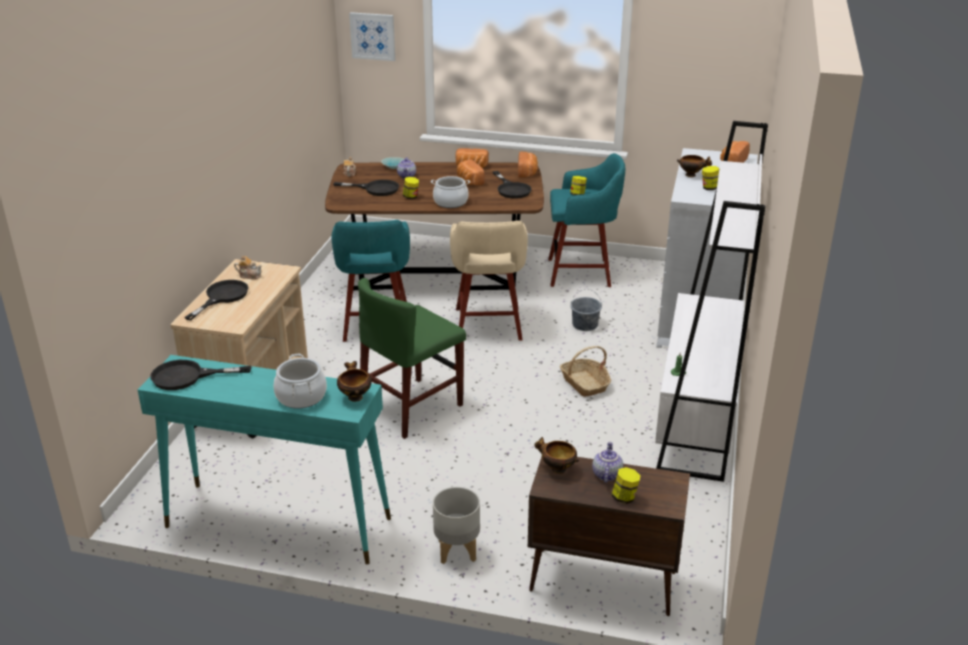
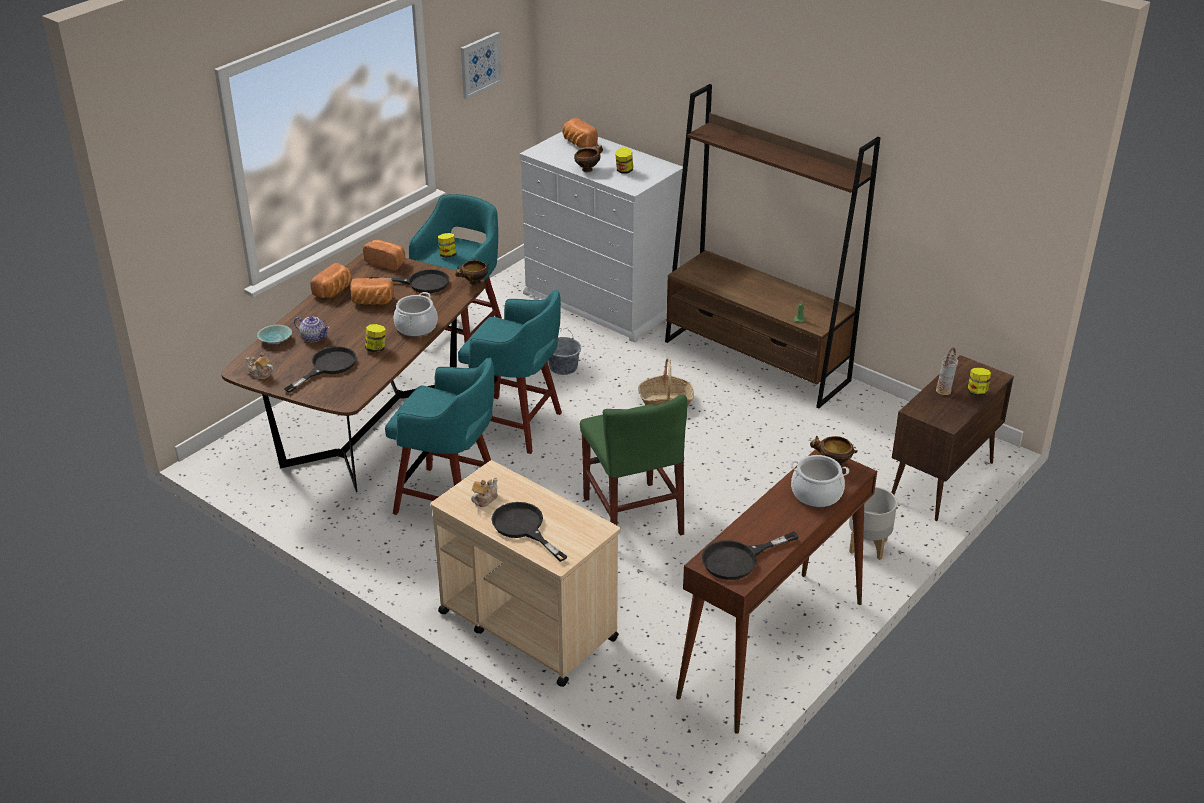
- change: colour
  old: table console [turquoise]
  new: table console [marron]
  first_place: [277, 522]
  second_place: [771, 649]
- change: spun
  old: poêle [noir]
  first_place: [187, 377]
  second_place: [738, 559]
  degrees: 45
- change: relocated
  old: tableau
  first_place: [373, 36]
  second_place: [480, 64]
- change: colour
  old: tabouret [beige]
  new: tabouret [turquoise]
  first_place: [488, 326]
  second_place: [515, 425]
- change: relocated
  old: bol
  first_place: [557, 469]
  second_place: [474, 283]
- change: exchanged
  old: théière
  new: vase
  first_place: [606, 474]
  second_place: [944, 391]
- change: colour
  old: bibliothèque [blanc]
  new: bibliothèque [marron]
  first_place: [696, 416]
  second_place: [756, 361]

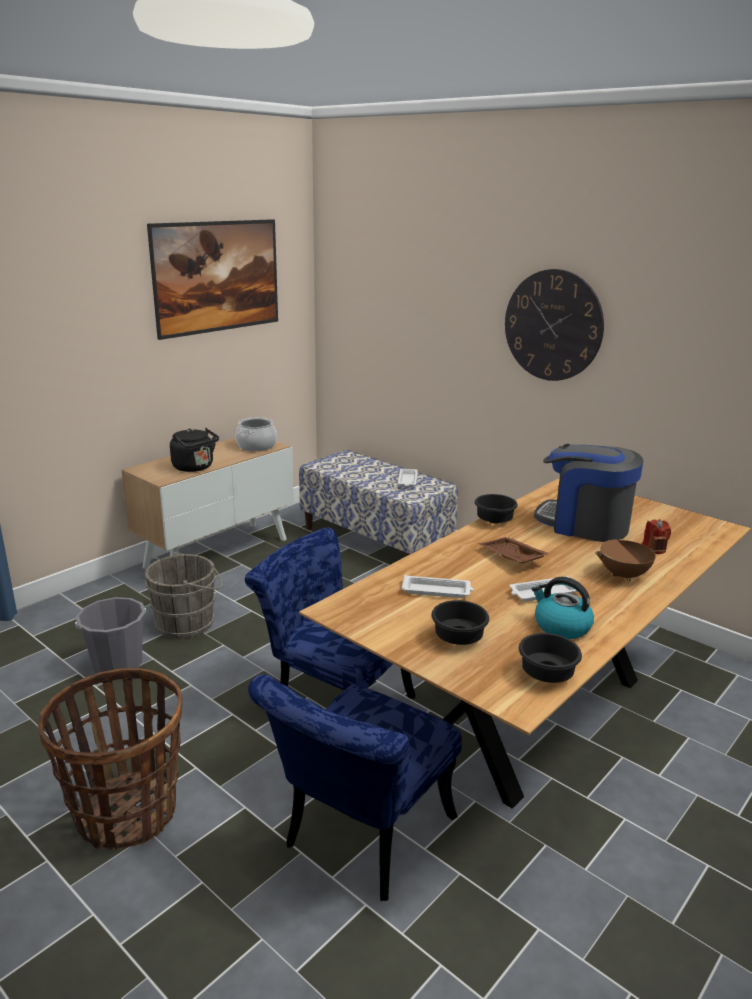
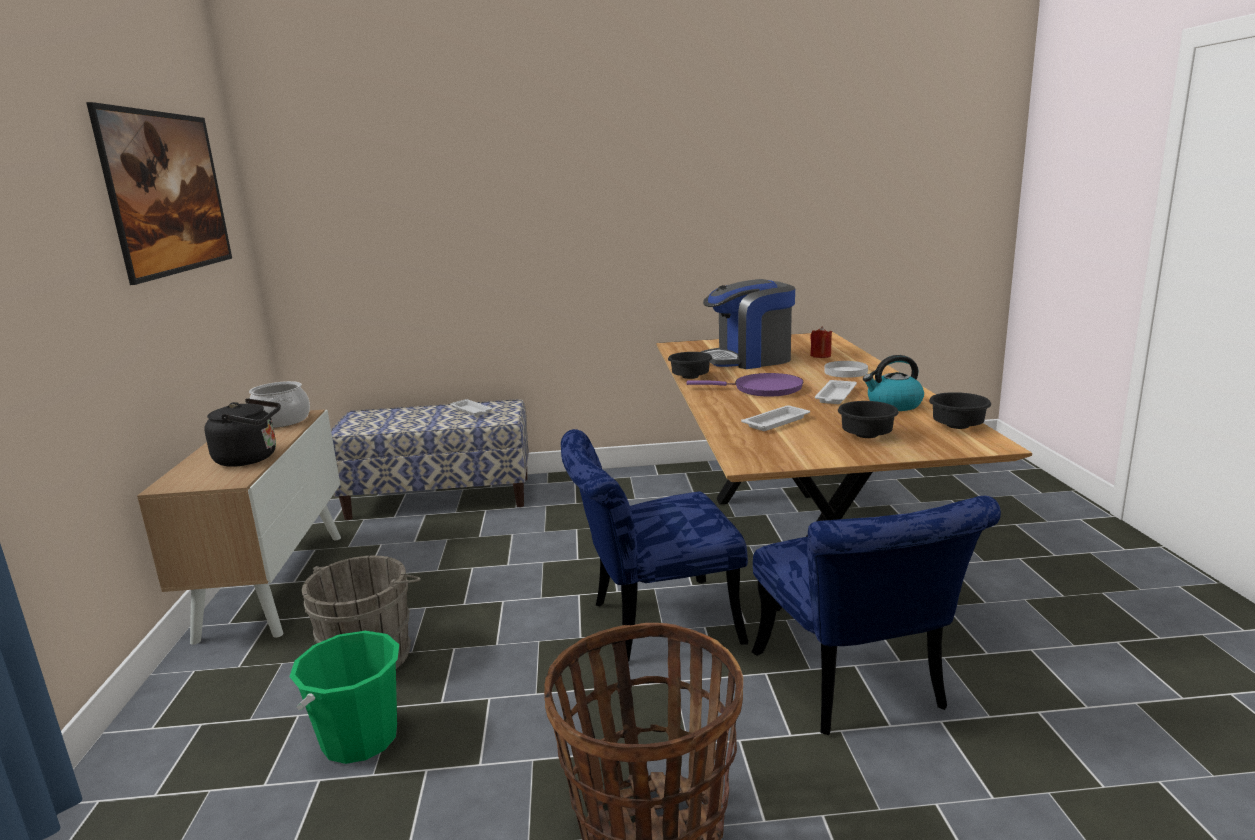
- change: colour
  old: seau [gris]
  new: seau [vert]
  first_place: [117, 665]
  second_place: [360, 739]
- change: exchanged
  old: plateau [marron]
  new: poêle [violet]
  first_place: [511, 558]
  second_place: [763, 389]
- change: missing
  old: horloge murale
  first_place: [553, 325]
- change: exchanged
  old: marmite [marron]
  new: assiette [blanc]
  first_place: [624, 575]
  second_place: [846, 372]

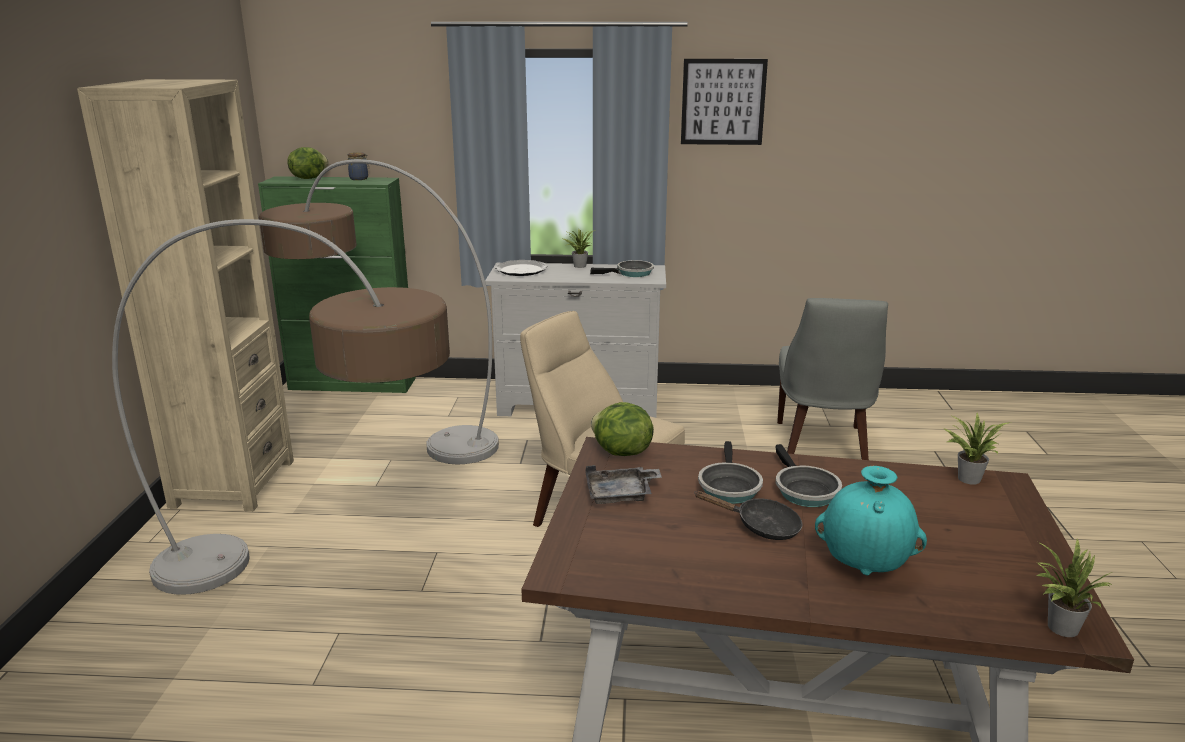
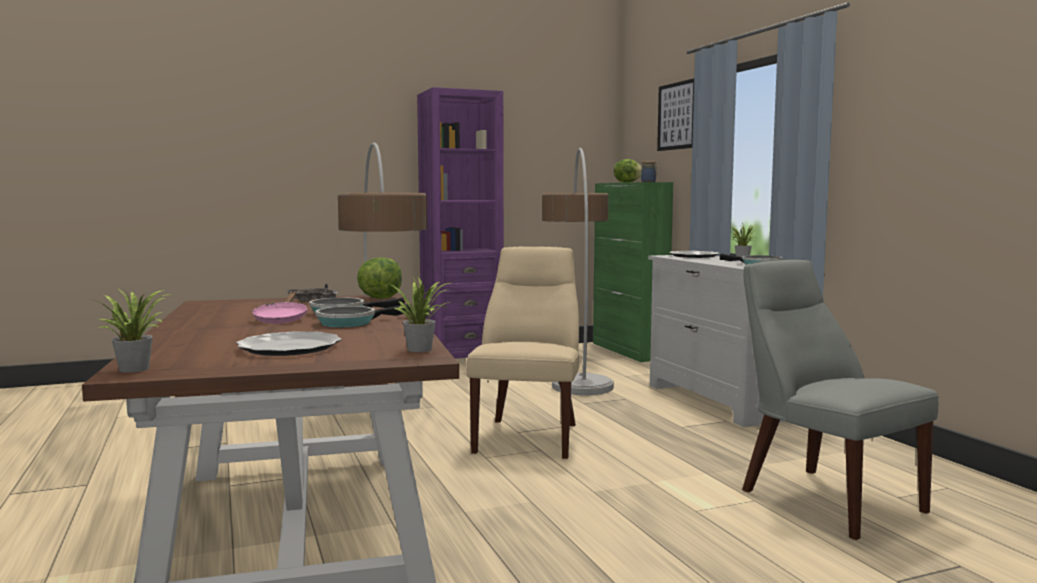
- change: colour
  old: bibliothèque [beige]
  new: bibliothèque [violet]
  first_place: [233, 483]
  second_place: [461, 359]
- change: relocated
  old: tableau
  first_place: [723, 102]
  second_place: [676, 116]
- change: colour
  old: poêle [noir]
  new: poêle [rose]
  first_place: [761, 526]
  second_place: [281, 319]
- change: spun
  old: chaise [gris]
  first_place: [821, 448]
  second_place: [824, 498]
  degrees: 75
- change: missing
  old: vase [turquoise]
  first_place: [865, 568]
- change: appeared
  new: assiette
  second_place: [290, 347]

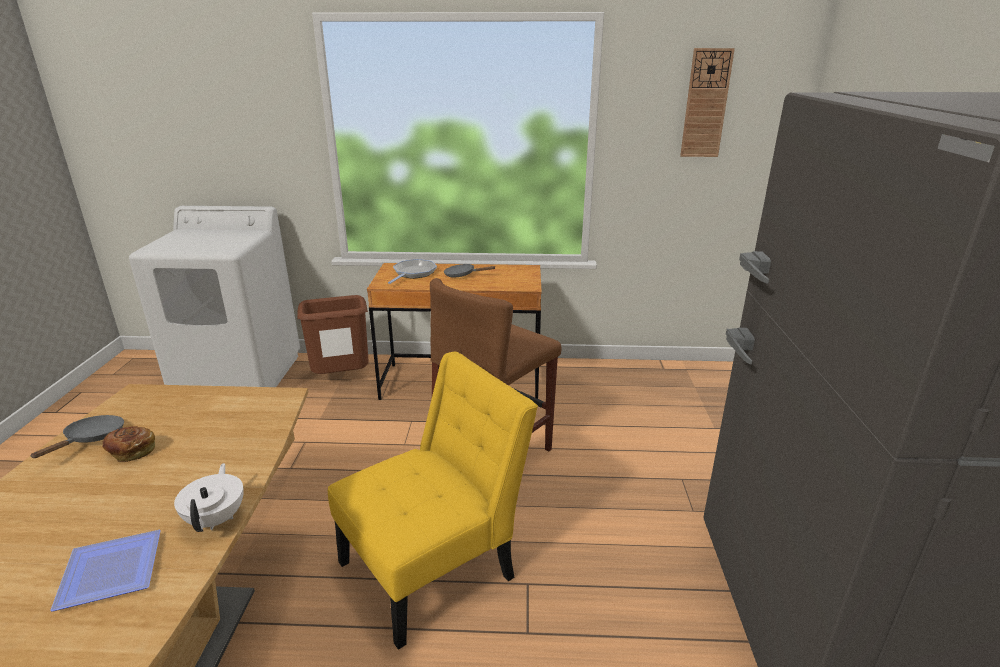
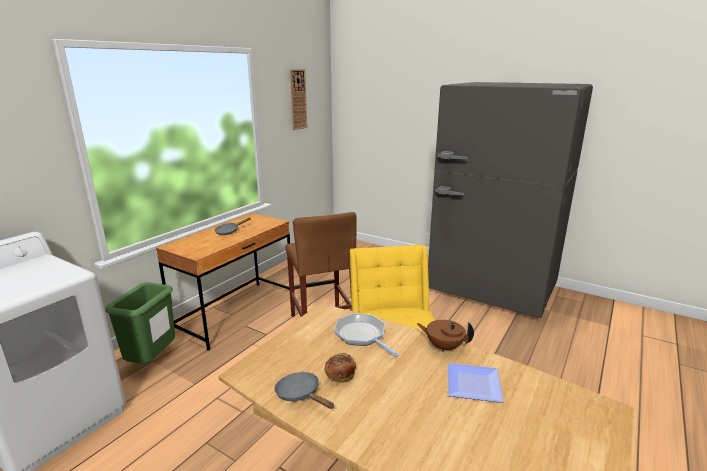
- change: colour
  old: théière [blanc]
  new: théière [marron]
  first_place: [217, 518]
  second_place: [444, 346]
- change: colour
  old: poubelle [marron]
  new: poubelle [vert]
  first_place: [341, 379]
  second_place: [153, 361]
- change: relocated
  old: poêle
  first_place: [413, 273]
  second_place: [362, 335]

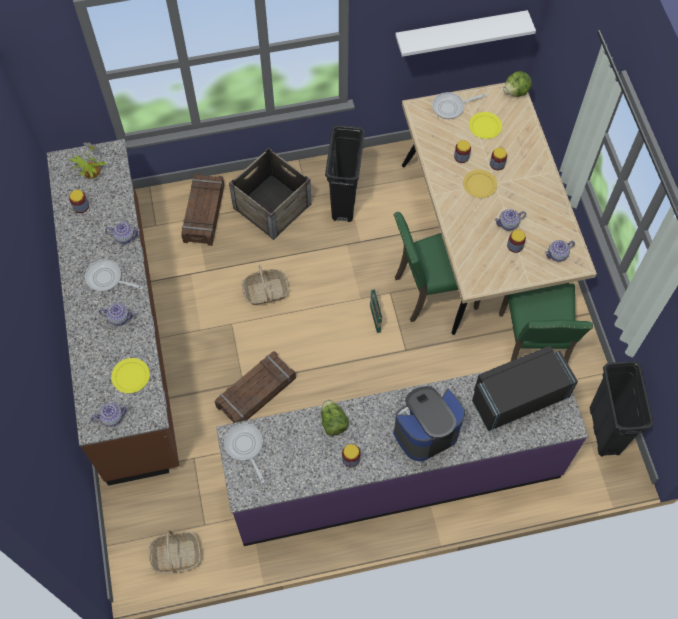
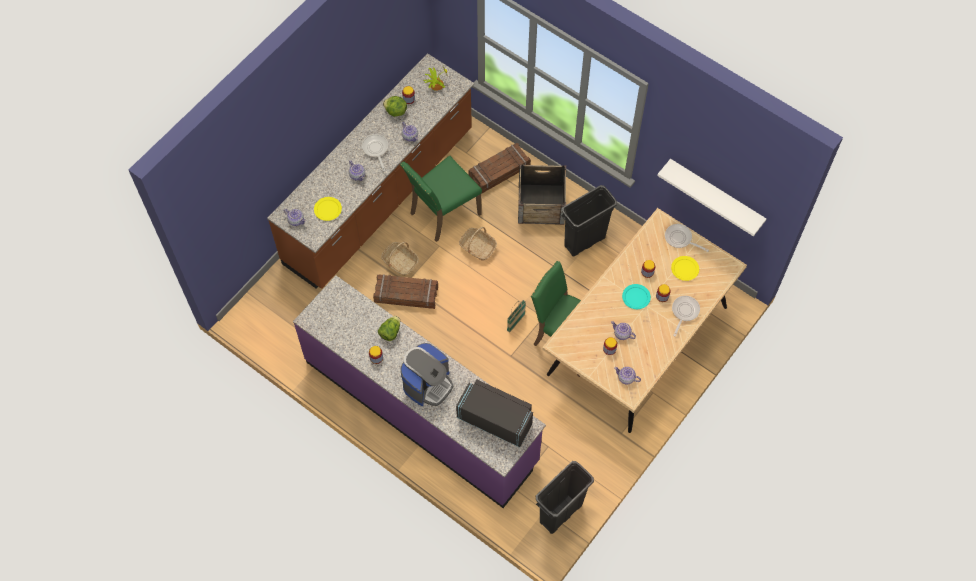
- change: relocated
  old: panier
  first_place: [176, 555]
  second_place: [400, 262]
- change: relocated
  old: poêle
  first_place: [245, 447]
  second_place: [684, 312]
- change: spun
  old: machine à café
  first_place: [425, 431]
  second_place: [428, 384]
  degrees: 105
- change: colour
  old: assiette [jaune]
  new: assiette [turquoise]
  first_place: [479, 184]
  second_place: [636, 297]
- change: relocated
  old: chaise [vert]
  first_place: [533, 346]
  second_place: [443, 213]
- change: relocated
  old: laitue
  first_place: [516, 92]
  second_place: [395, 111]

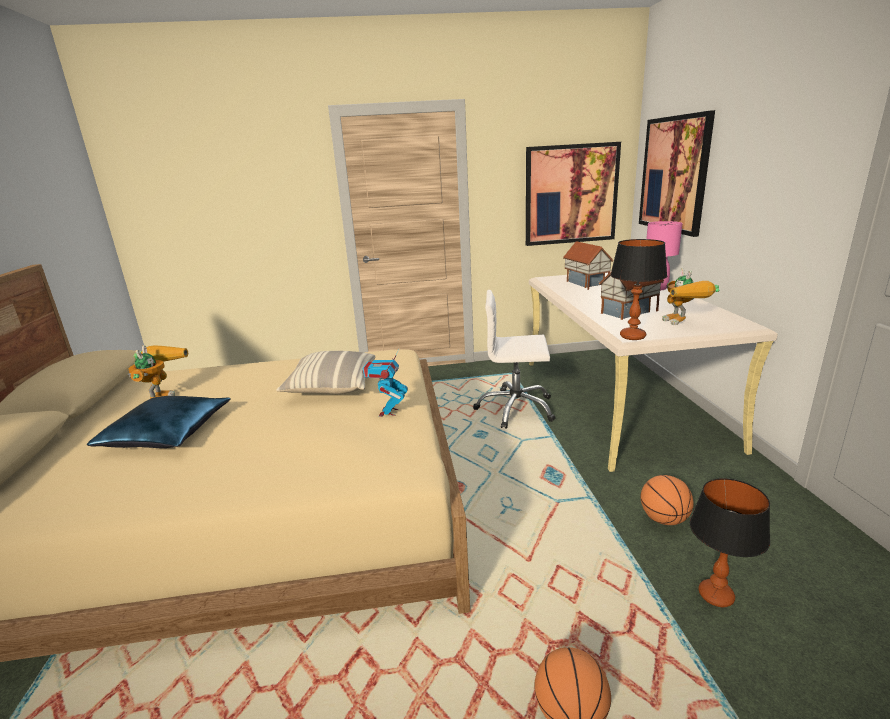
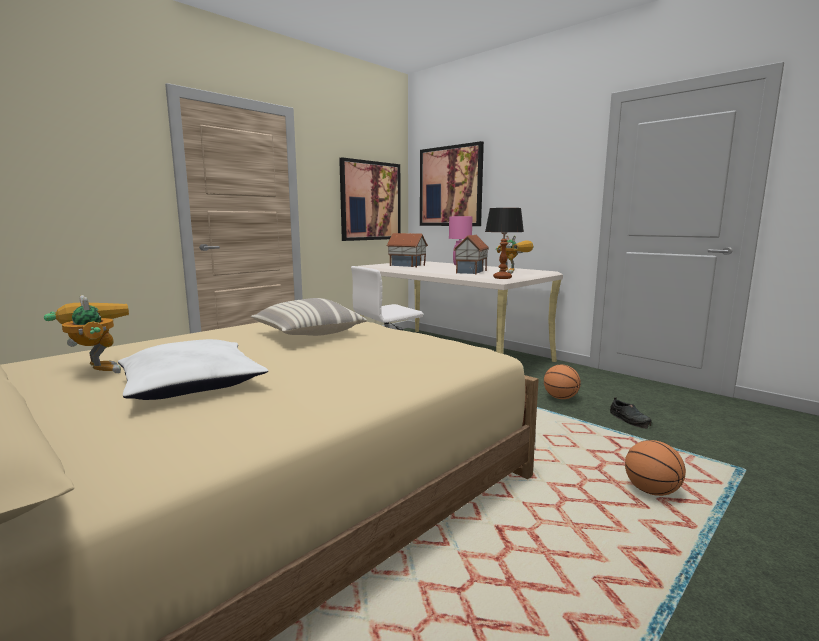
- change: colour
  old: coussin [bleu]
  new: coussin [blanc]
  first_place: [167, 433]
  second_place: [191, 384]
- change: missing
  old: robot jouet
  first_place: [388, 412]
- change: exchanged
  old: lampe de table
  new: chaussure [noir]
  first_place: [716, 596]
  second_place: [630, 419]

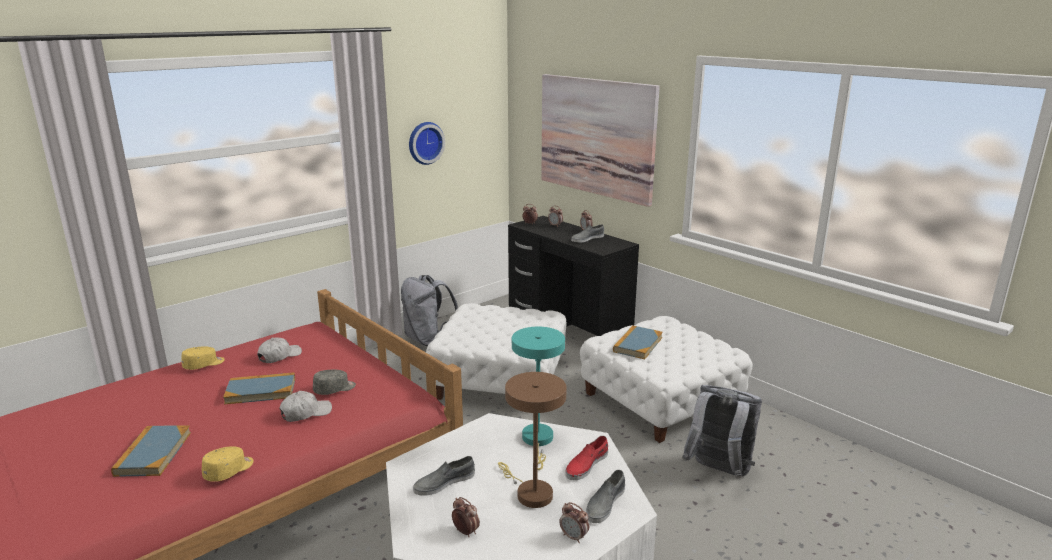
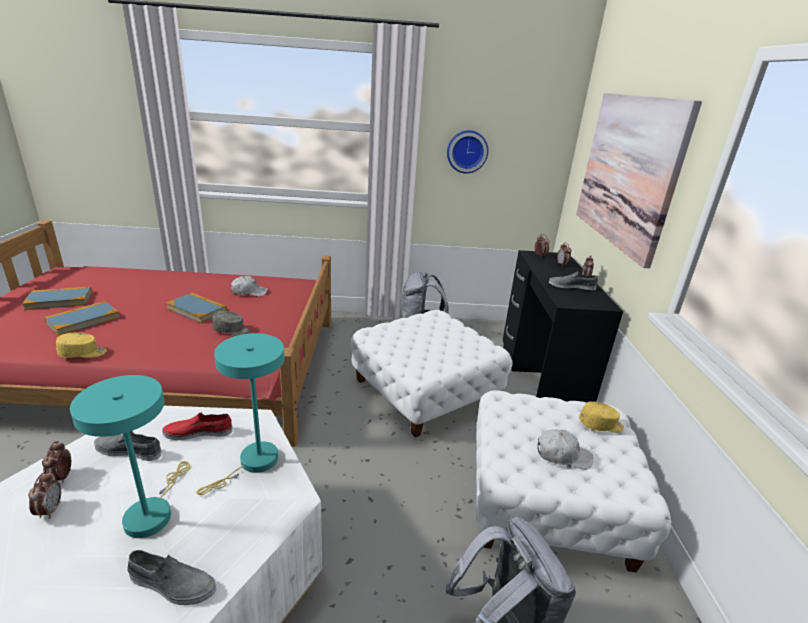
- change: relocated
  old: casquette [jaune]
  first_place: [204, 365]
  second_place: [601, 425]
- change: relocated
  old: casquette [blanc]
  first_place: [306, 413]
  second_place: [562, 455]
- change: colour
  old: lampe de table [marron]
  new: lampe de table [turquoise]
  first_place: [530, 493]
  second_place: [152, 512]
- change: relocated
  old: réveil
  first_place: [574, 537]
  second_place: [62, 477]
- change: relocated
  old: chaussure [rouge]
  first_place: [586, 465]
  second_place: [198, 432]
- change: spun
  old: chaussure [gris]
  first_place: [605, 504]
  second_place: [172, 584]
  degrees: -150
- change: relocated
  old: livre
  first_place: [637, 344]
  second_place: [59, 300]

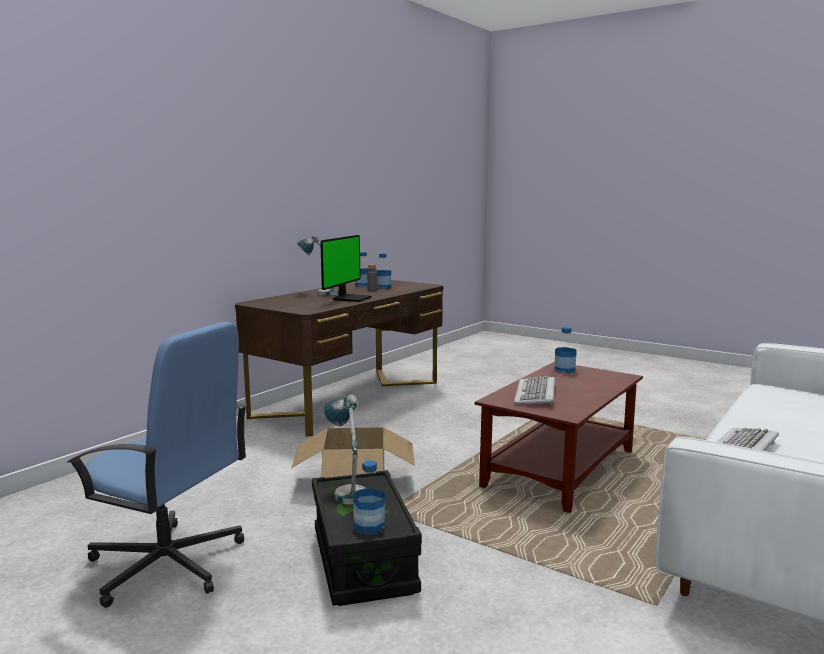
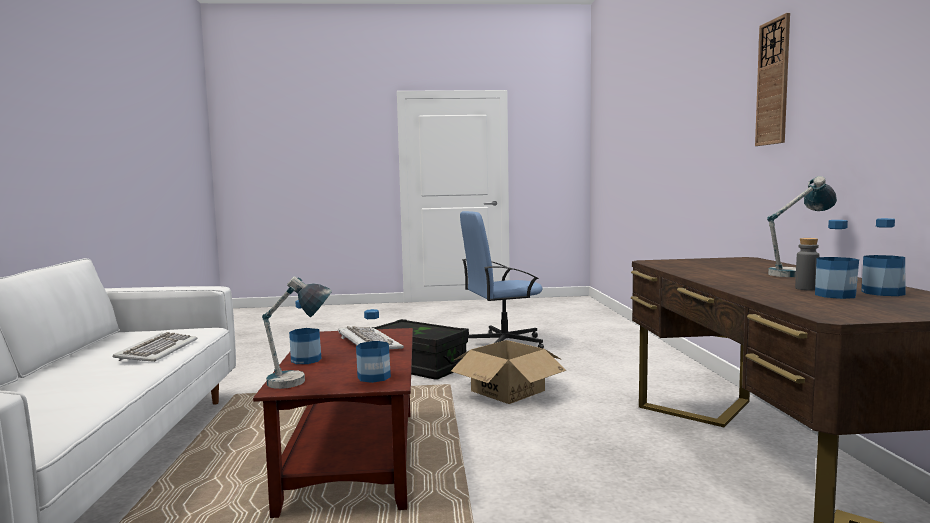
- change: missing
  old: écran d'ordinateur
  first_place: [350, 298]
- change: relocated
  old: lampe de table
  first_place: [346, 490]
  second_place: [298, 384]
- change: relocated
  old: bouteille
  first_place: [369, 525]
  second_place: [306, 360]
- change: appeared
  new: horloge murale
  second_place: [773, 82]

